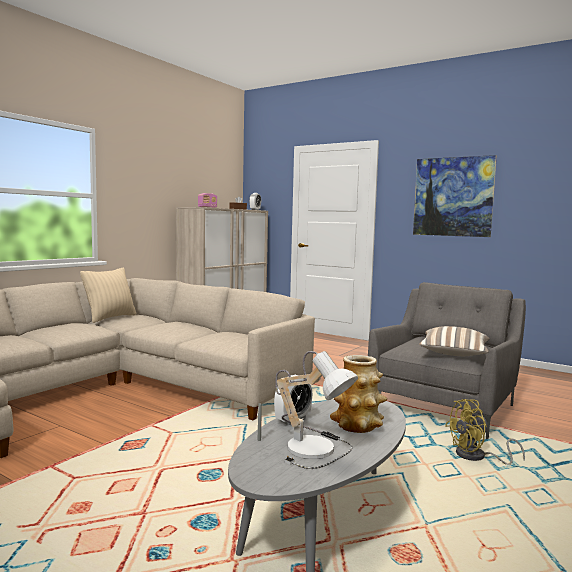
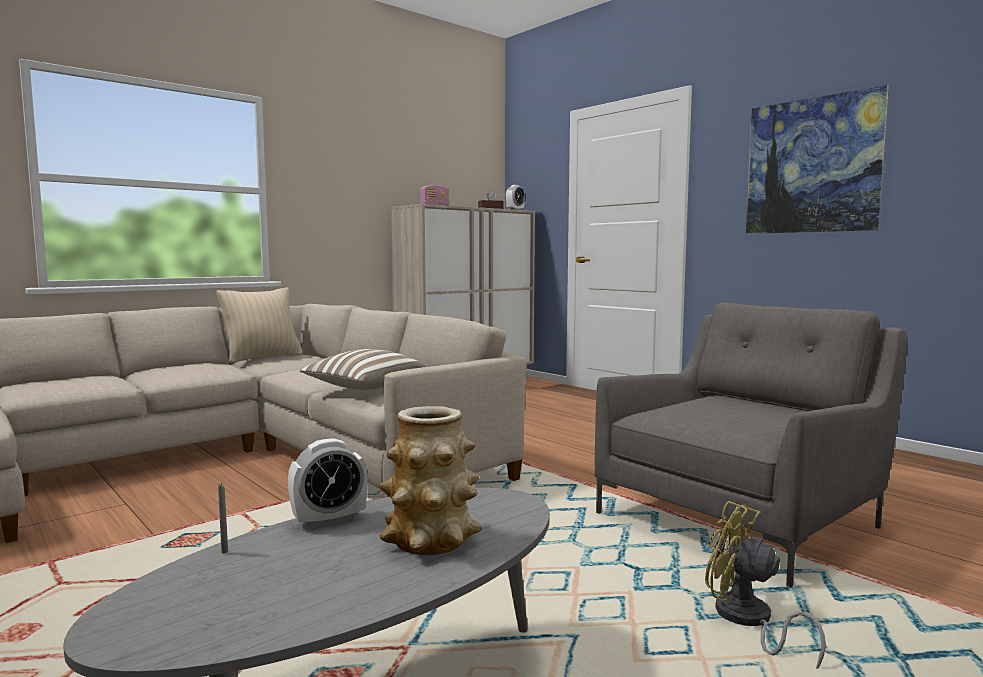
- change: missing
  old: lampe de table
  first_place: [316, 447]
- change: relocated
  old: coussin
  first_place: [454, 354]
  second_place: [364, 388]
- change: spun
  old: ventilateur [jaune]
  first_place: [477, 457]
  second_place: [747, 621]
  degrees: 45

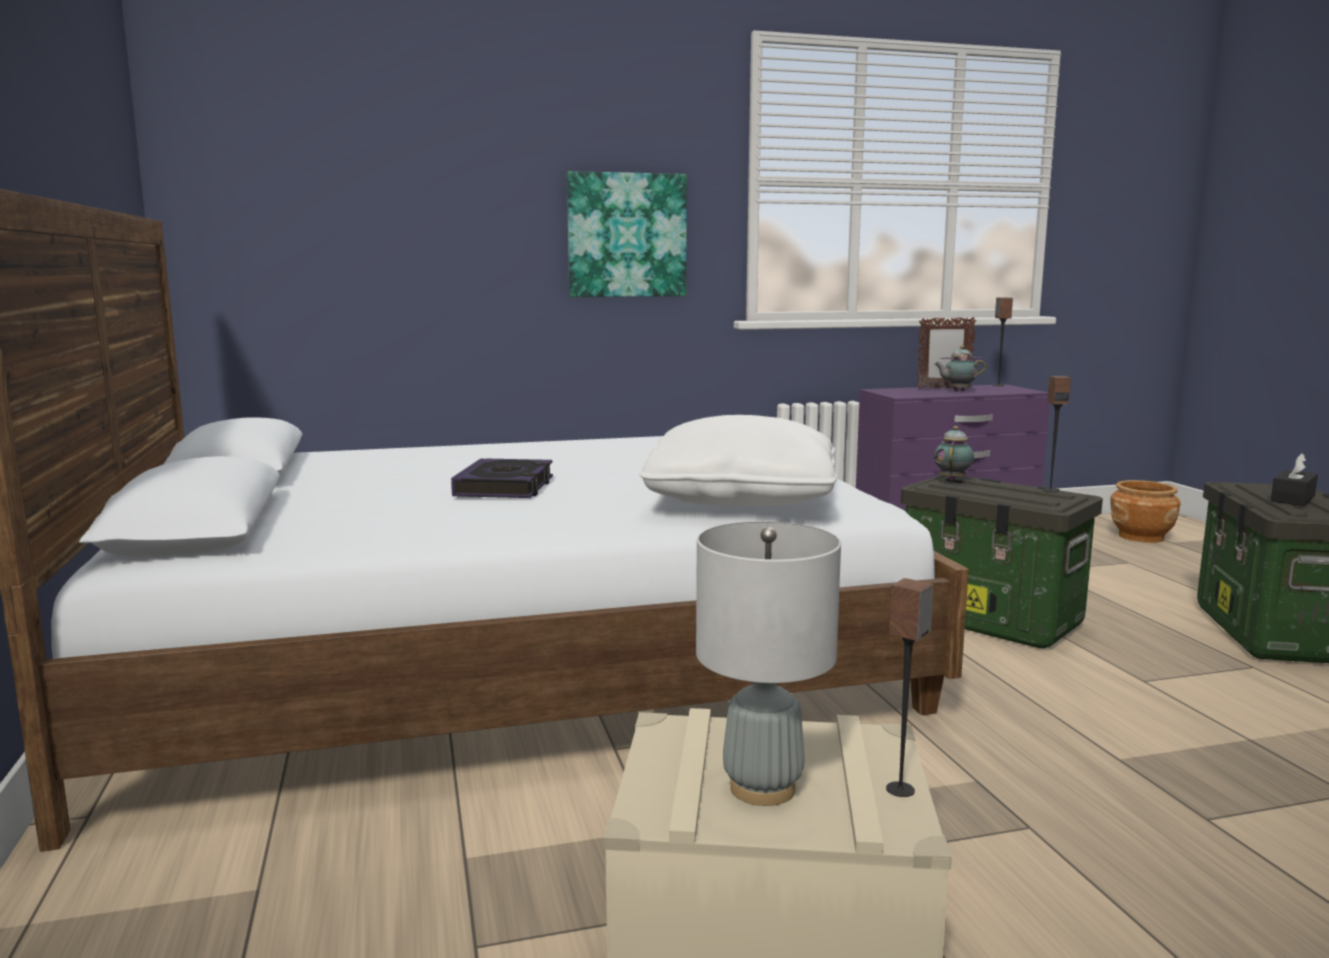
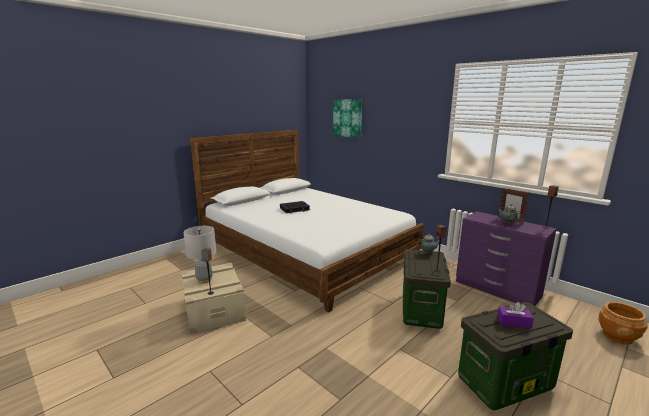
- change: relocated
  old: tableau
  first_place: [626, 235]
  second_place: [347, 118]
- change: missing
  old: coussin [blanc]
  first_place: [741, 499]
- change: colour
  old: boîte à mouchoirs [noir]
  new: boîte à mouchoirs [violet]
  first_place: [1292, 499]
  second_place: [513, 322]

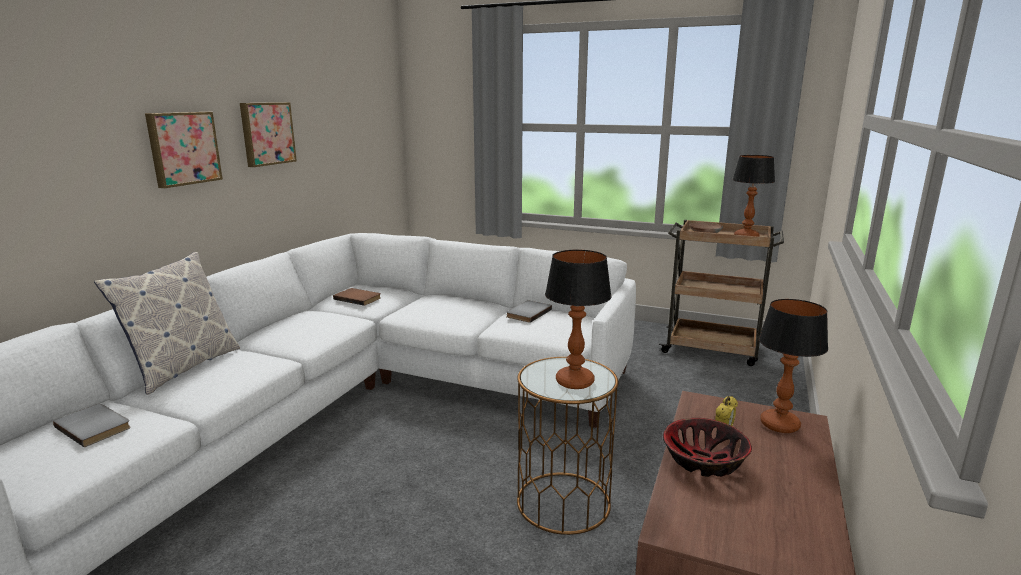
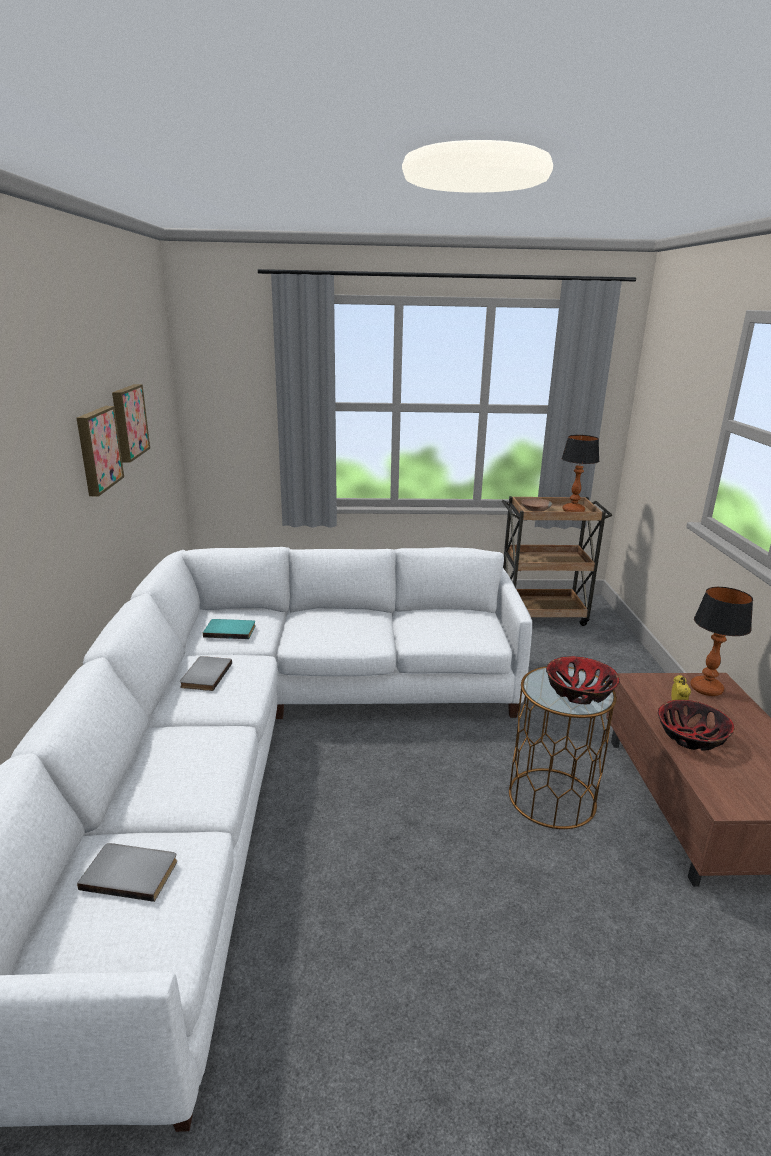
- change: missing
  old: coussin
  first_place: [183, 367]
- change: relocated
  old: tableau
  first_place: [183, 148]
  second_place: [128, 422]
- change: colour
  old: livre [marron]
  new: livre [turquoise]
  first_place: [358, 298]
  second_place: [230, 630]
- change: relocated
  old: livre [gris]
  first_place: [527, 313]
  second_place: [204, 675]
- change: exchanged
  old: lampe de table
  new: bol
  first_place: [574, 381]
  second_place: [578, 692]

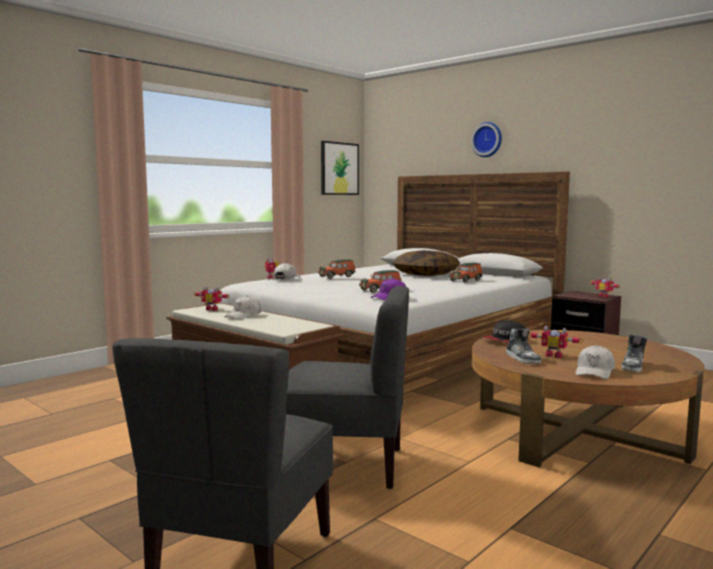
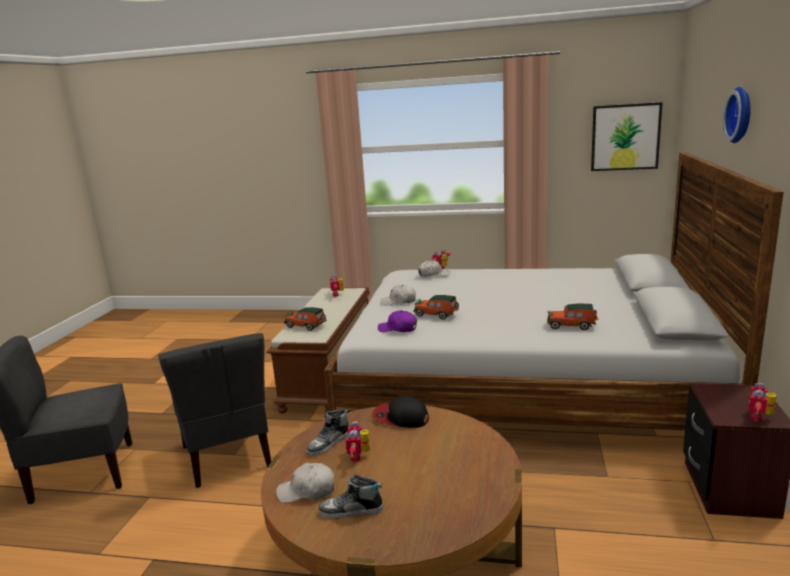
- change: relocated
  old: casquette [blanc]
  first_place: [244, 315]
  second_place: [399, 301]
- change: relocated
  old: petite voiture
  first_place: [337, 276]
  second_place: [306, 326]
- change: missing
  old: coussin
  first_place: [426, 274]

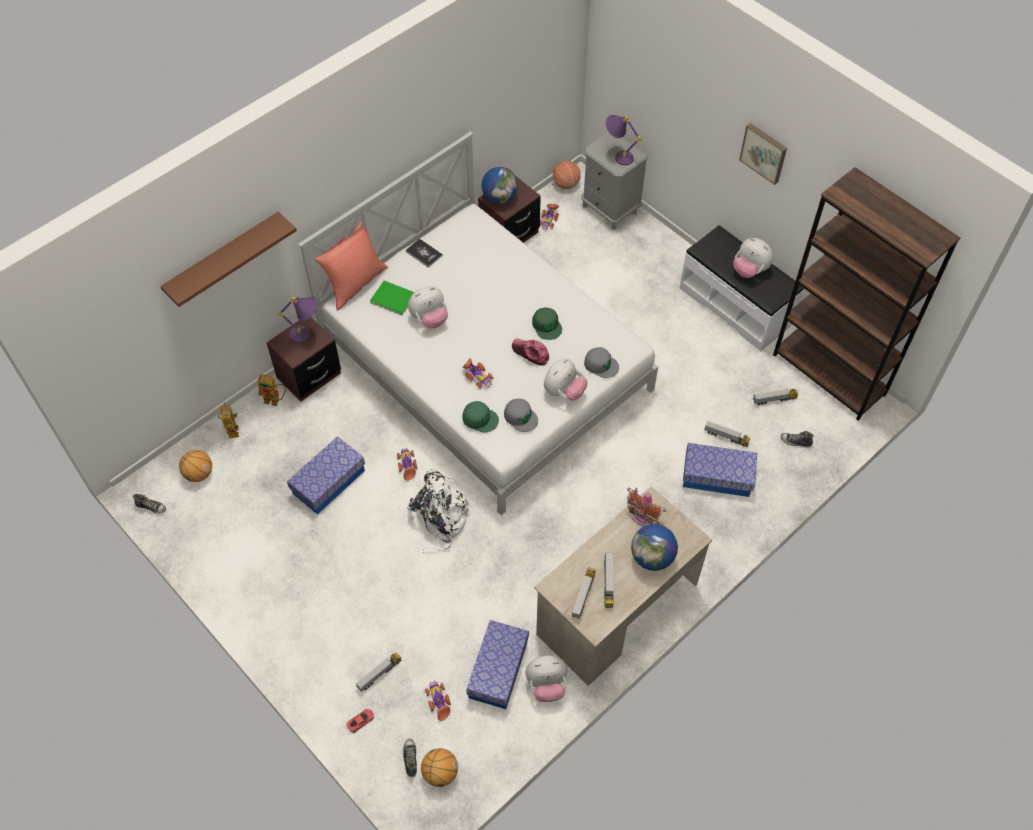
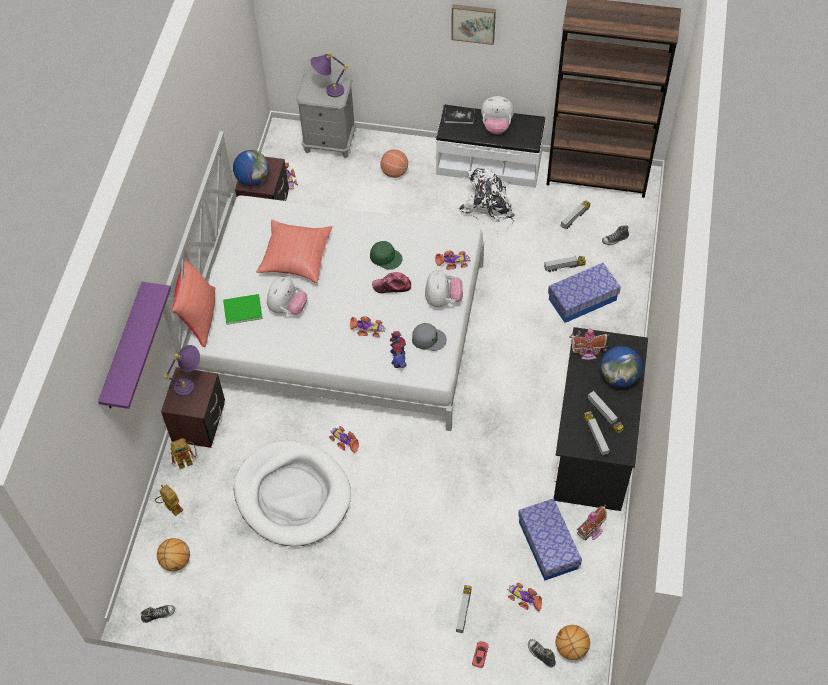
- change: colour
  old: étagère [marron]
  new: étagère [violet]
  first_place: [223, 259]
  second_place: [123, 349]
- change: exchanged
  old: boîte de rangement
  new: panier pour chien [blanc]
  first_place: [329, 482]
  second_place: [292, 495]
- change: relocated
  old: livre
  first_place: [424, 253]
  second_place: [459, 116]
- change: relocated
  old: sac à dos [blanc]
  first_place: [439, 519]
  second_place: [488, 210]
- change: exchanged
  old: casquette [vert]
  new: robot jouet
  first_place: [480, 418]
  second_place: [398, 360]
- change: exchanged
  old: peluche
  new: maison miniature
  first_place: [546, 685]
  second_place: [591, 531]
- change: colour
  old: bureau [beige]
  new: bureau [noir]
  first_place: [617, 609]
  second_place: [594, 443]
- change: relocated
  old: ballon de basket
  first_place: [566, 184]
  second_place: [394, 172]
- change: exchanged
  old: casquette [gris]
  new: petite voiture
  first_place: [601, 364]
  second_place: [453, 262]
- change: appeared
  new: coussin [rouge]
  second_place: [295, 258]

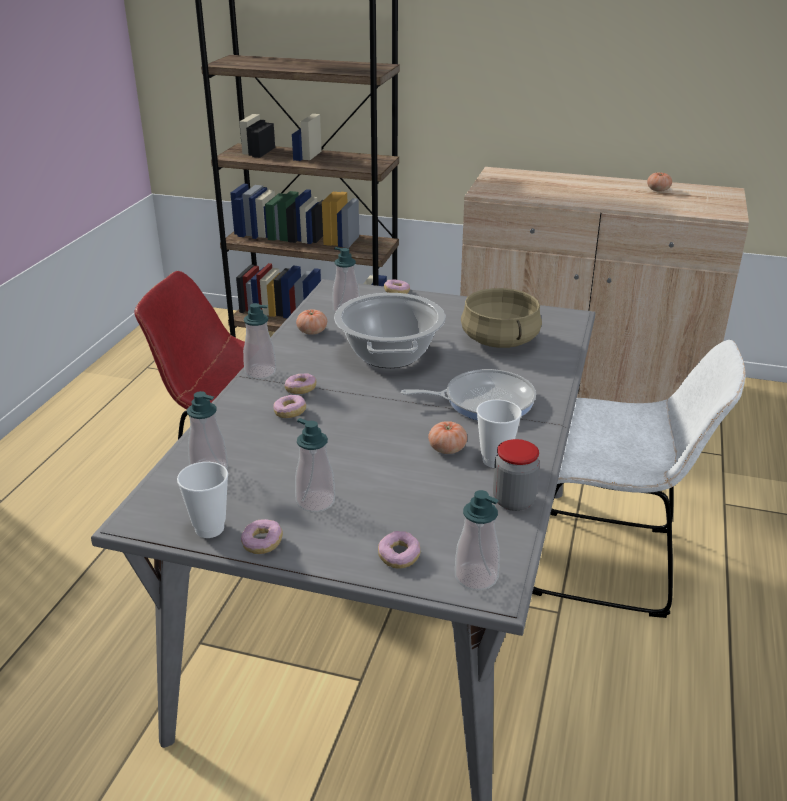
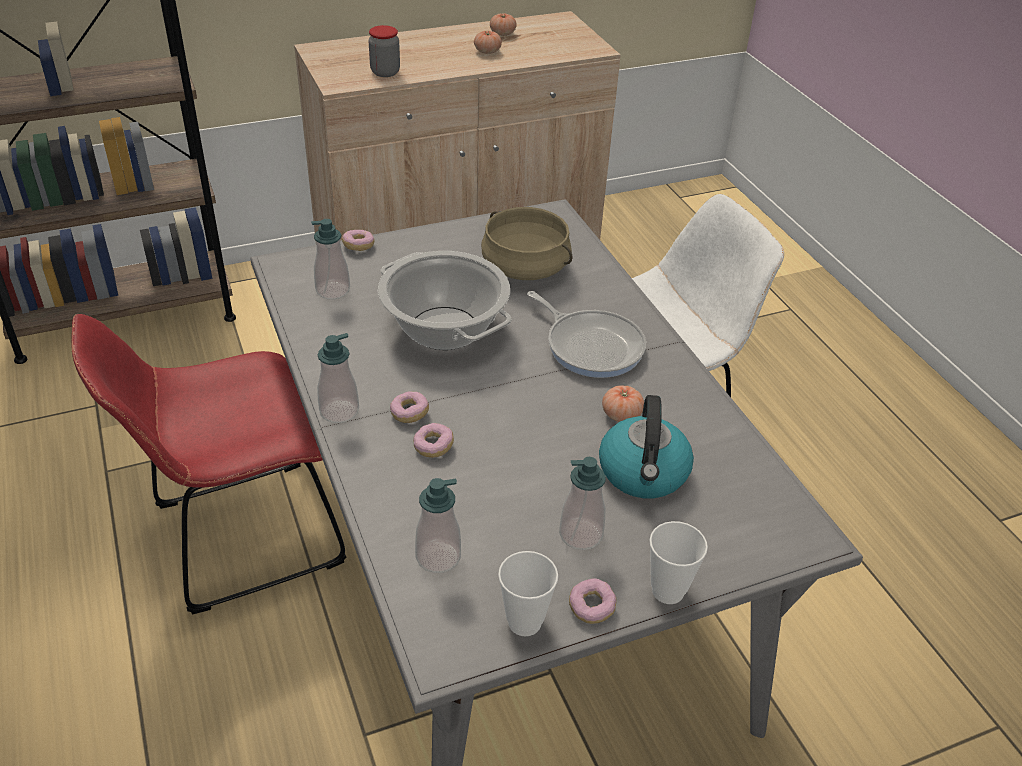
- change: relocated
  old: tomate
  first_place: [312, 331]
  second_place: [487, 51]
- change: missing
  old: beignet
  first_place: [399, 557]
- change: spun
  old: poêle
  first_place: [483, 401]
  second_place: [591, 346]
  degrees: 90
- change: missing
  old: distributeur de savon
  first_place: [476, 577]
- change: relocated
  old: tasse
  first_place: [495, 460]
  second_place: [668, 591]
- change: relocated
  old: bocal
  first_place: [513, 501]
  second_place: [385, 72]
- change: appeared
  new: bouilloire
  second_place: [643, 473]

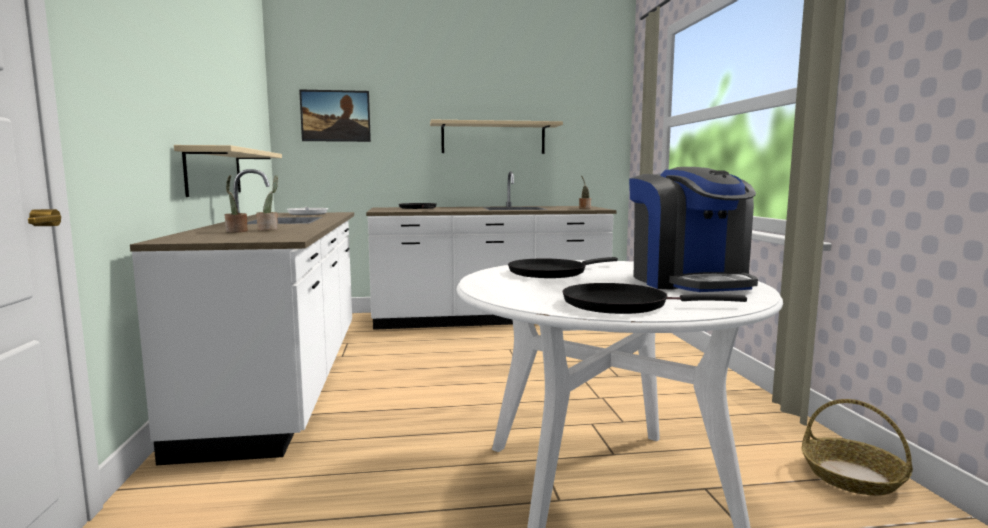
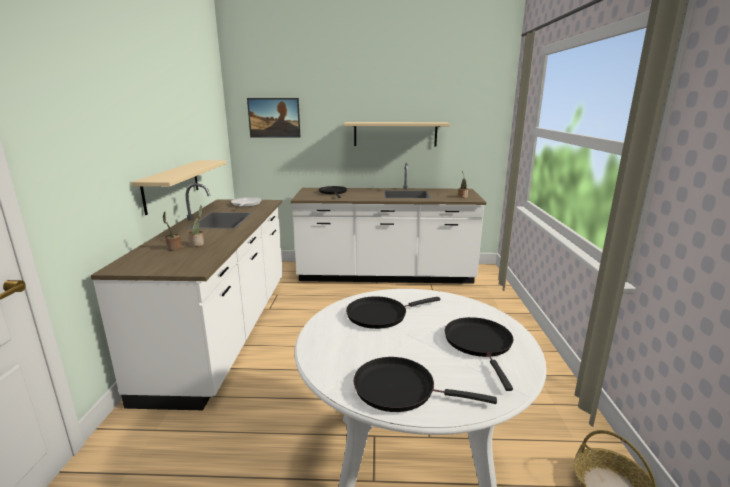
- change: exchanged
  old: machine à café
  new: poêle [noir]
  first_place: [688, 281]
  second_place: [479, 344]

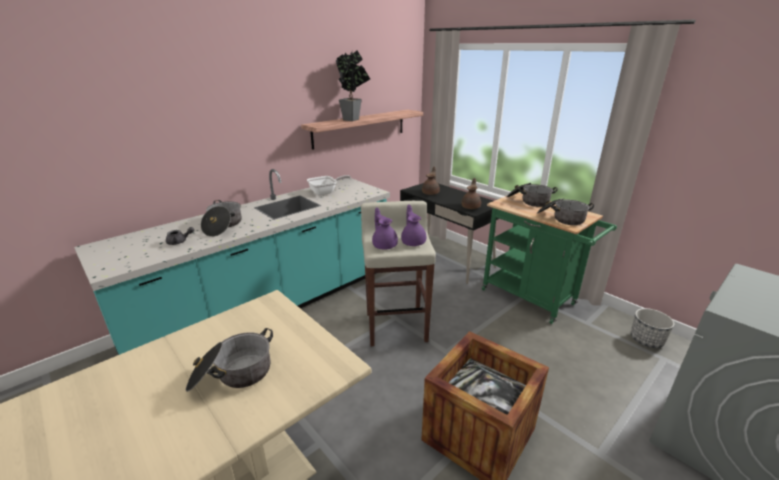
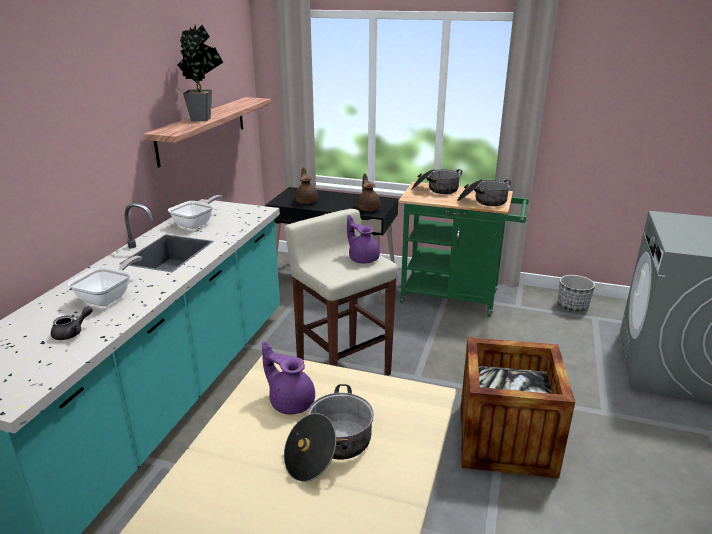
- change: exchanged
  old: marmite
  new: poêle
  first_place: [223, 226]
  second_place: [109, 297]
- change: relocated
  old: théière [violet]
  first_place: [384, 245]
  second_place: [291, 402]

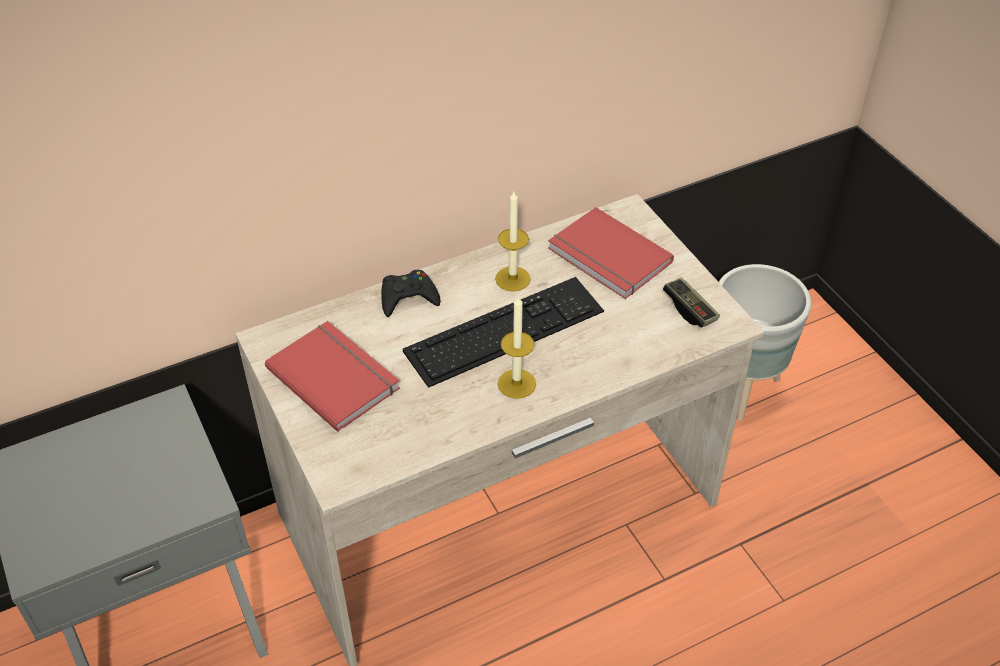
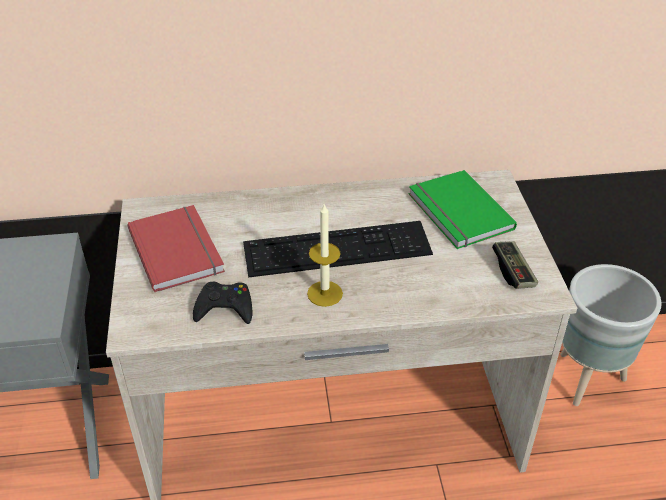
- change: relocated
  old: manette [noir]
  first_place: [408, 297]
  second_place: [225, 308]
- change: missing
  old: bougie
  first_place: [512, 279]
- change: colour
  old: livre [rouge]
  new: livre [vert]
  first_place: [607, 257]
  second_place: [457, 213]

